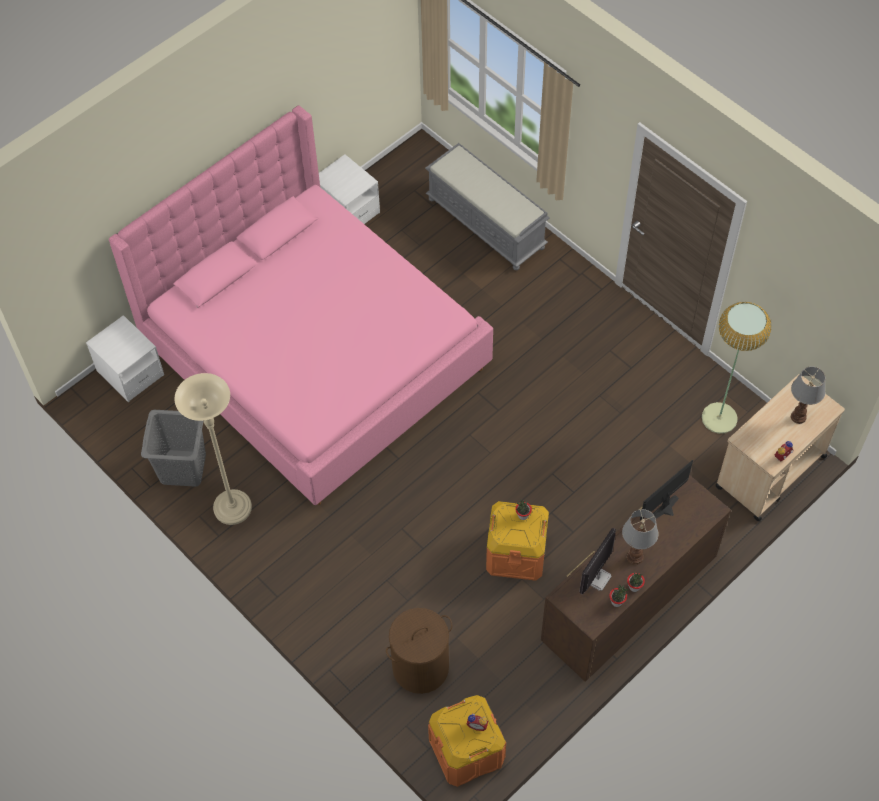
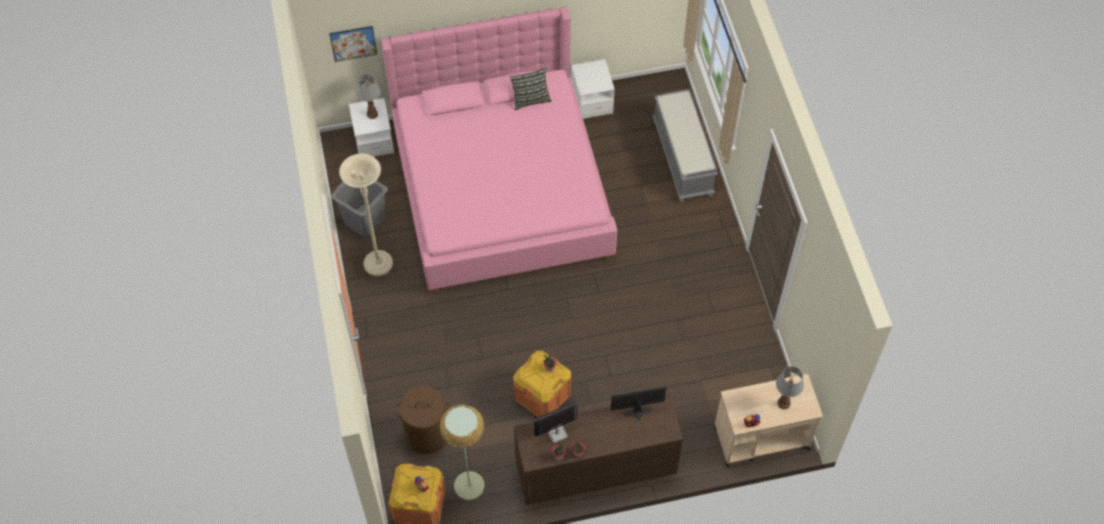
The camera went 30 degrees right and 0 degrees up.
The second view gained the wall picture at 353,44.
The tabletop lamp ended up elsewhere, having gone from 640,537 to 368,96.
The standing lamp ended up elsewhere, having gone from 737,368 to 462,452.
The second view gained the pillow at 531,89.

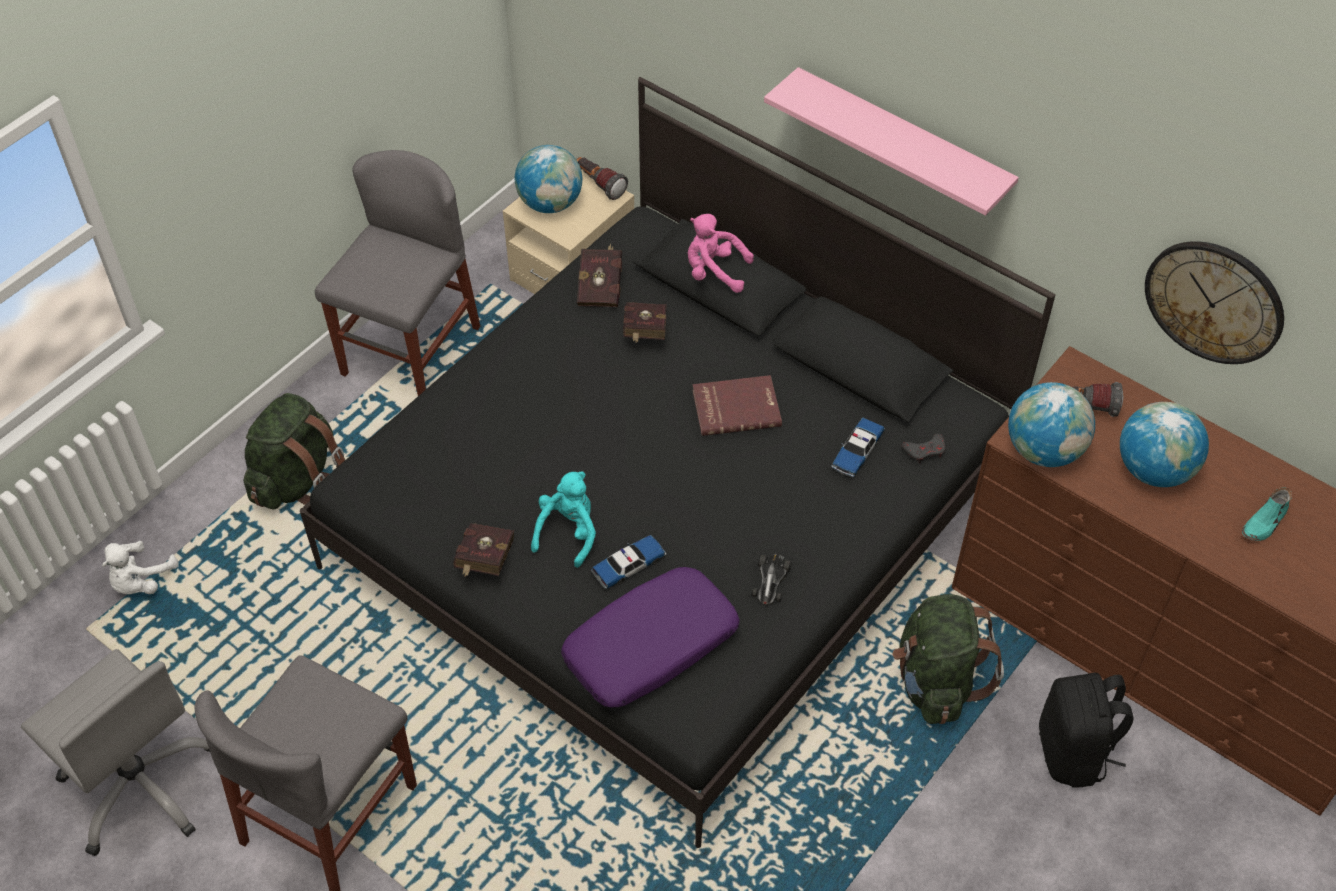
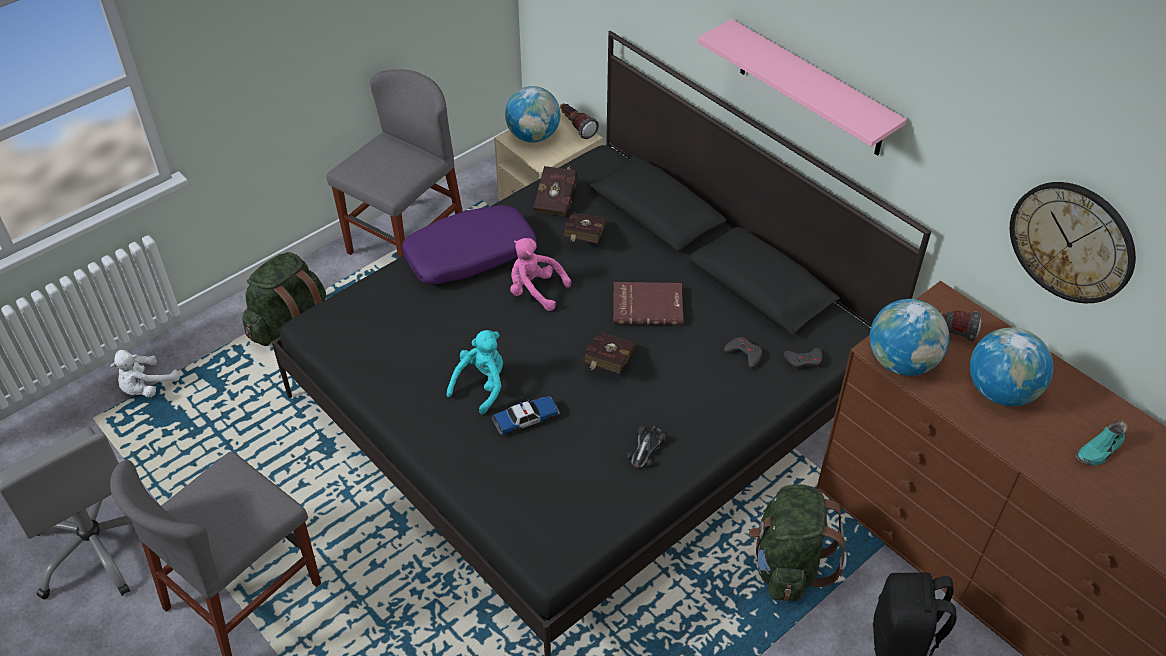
The camera went 10 degrees right and 5 degrees down.
The pillow/purple-coloured ended up elsewhere, having gone from 650,637 to 469,244.
The soft toy/pink ended up elsewhere, having gone from 721,253 to 540,274.
The volume/red ended up elsewhere, having gone from 483,550 to 609,353.
Where the toy car stood at 858,448, the game controller/greyish came to stand at 743,352.

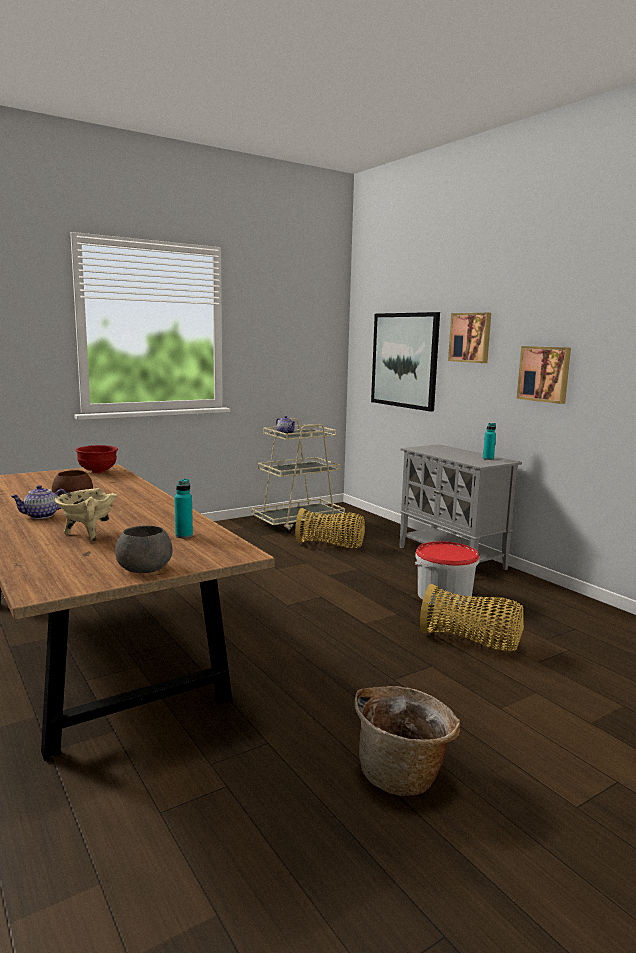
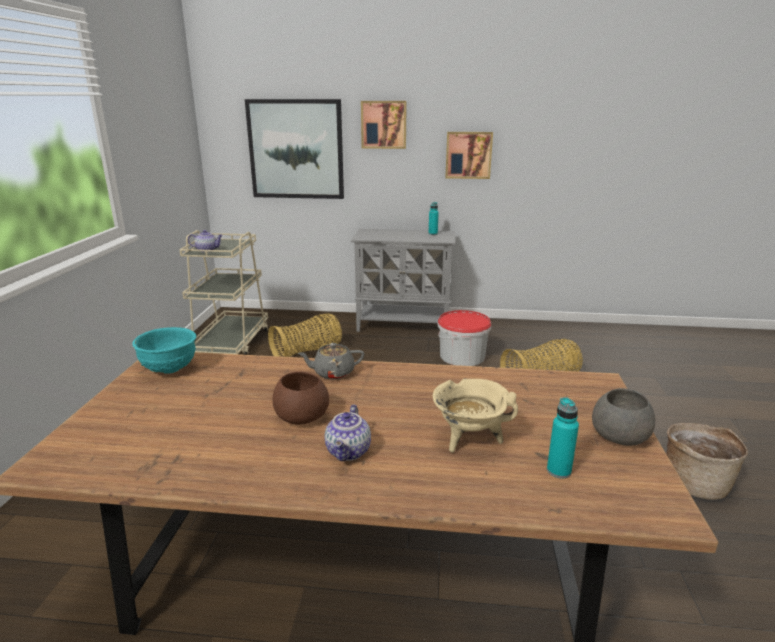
The camera went 50 degrees left and 10 degrees up.
What was the bowl/red at 97,459 turned into the bowl/blue-green at 164,350.
The second view gained the teapot/greyish at 330,361.
The bottle/blue-green ended up elsewhere, having gone from 183,508 to 563,437.

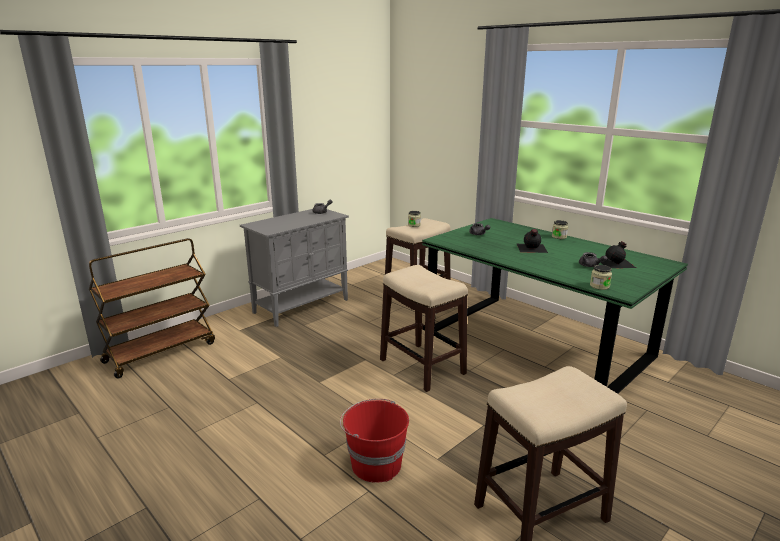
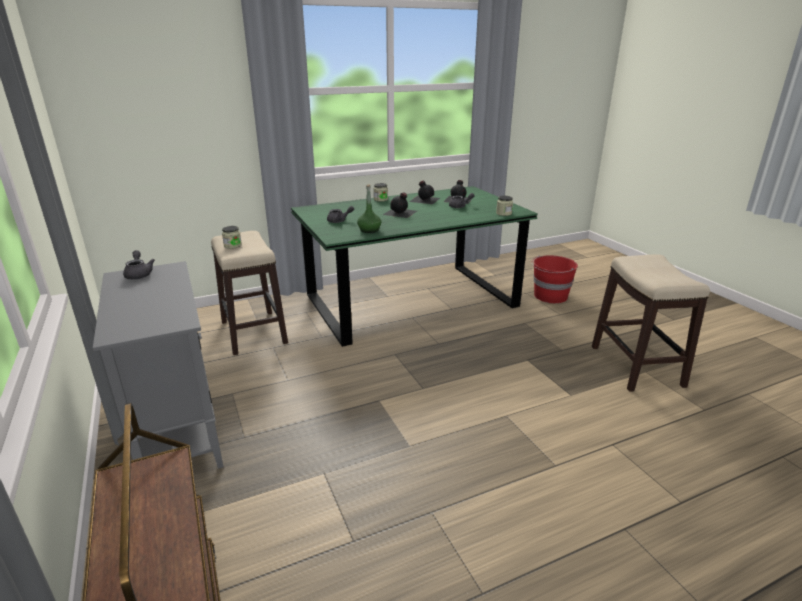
The camera went 70 degrees left and 5 degrees up.
The second view gained the bottle/greenish at 369,208.
The second view gained the bottle/blackish at 425,192.
The pail/red ended up elsewhere, having gone from 374,441 to 554,279.
The second view lost the stool seat at 424,328.

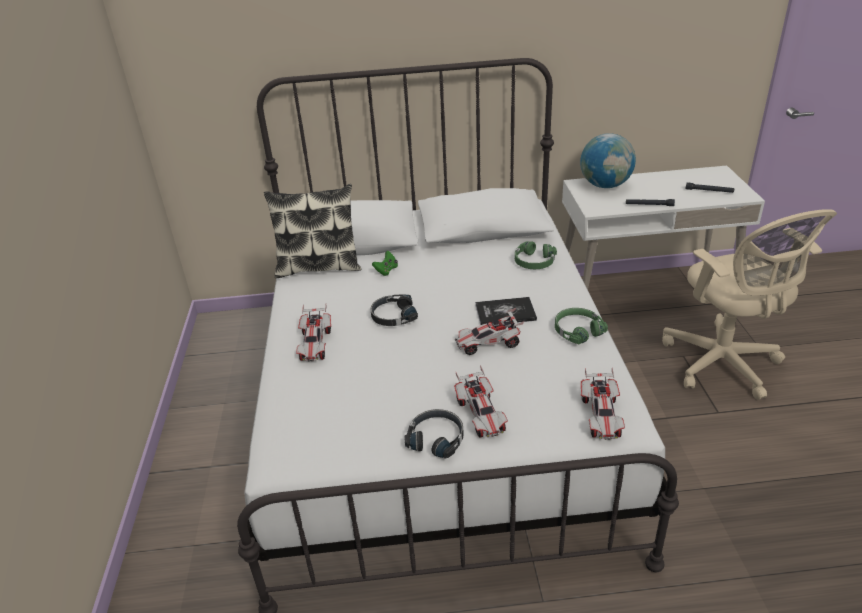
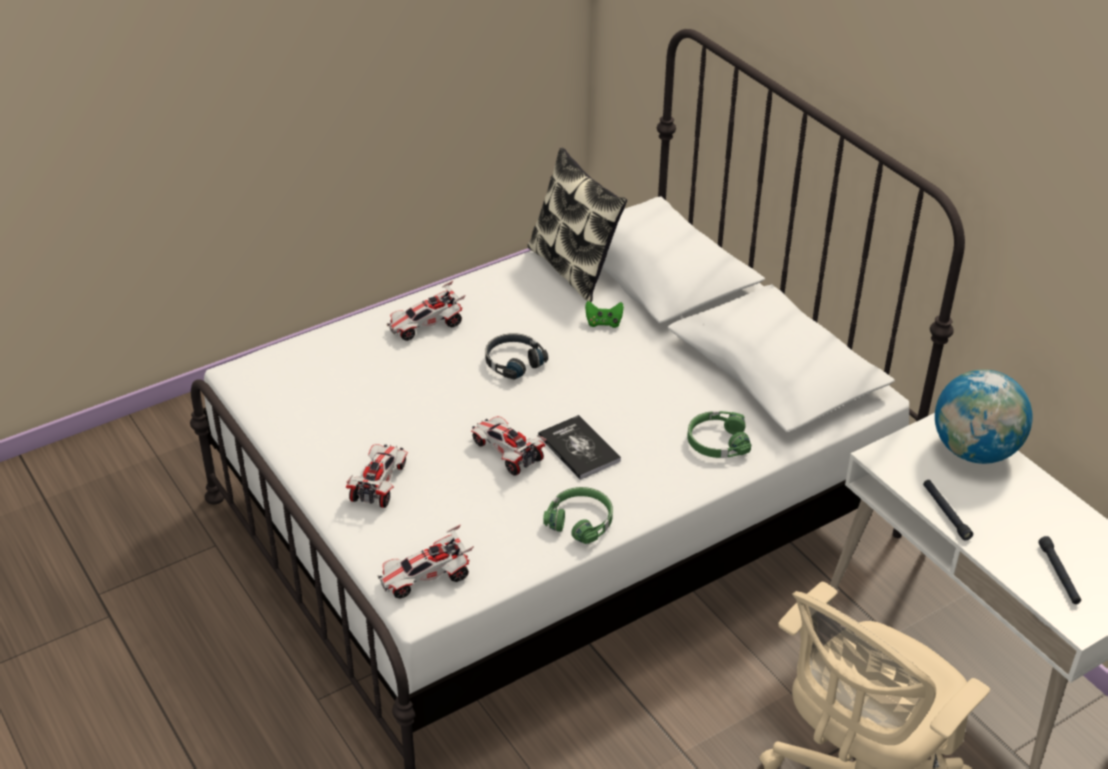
The camera went 60 degrees right and 5 degrees up.
The toy car at 481,402 ended up facing another way, 150 degrees clockwise from before.
The second view lost the headset/blackish at 434,434.

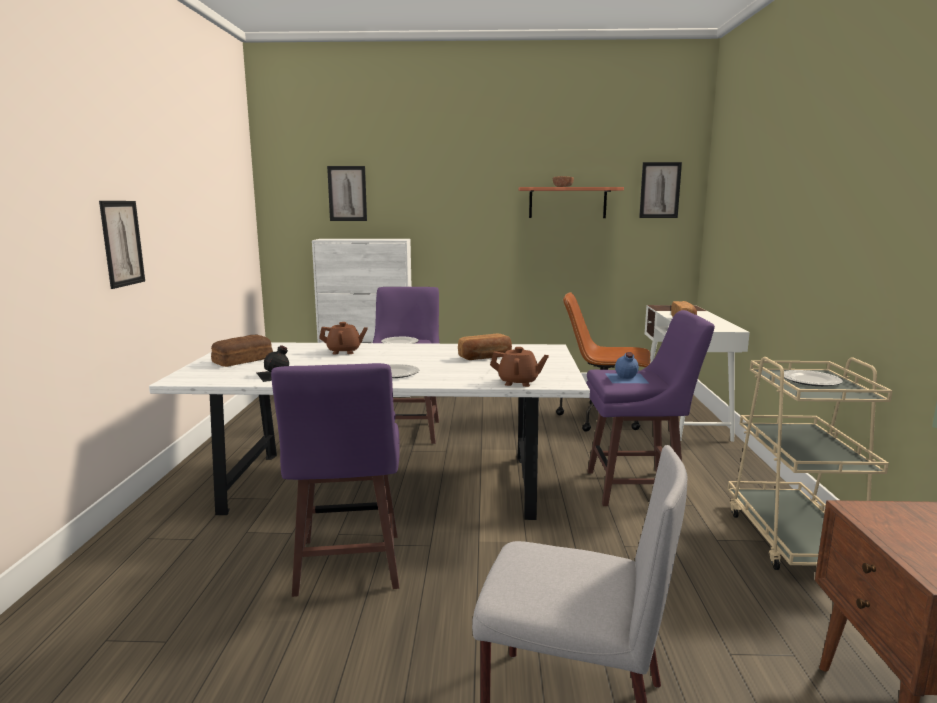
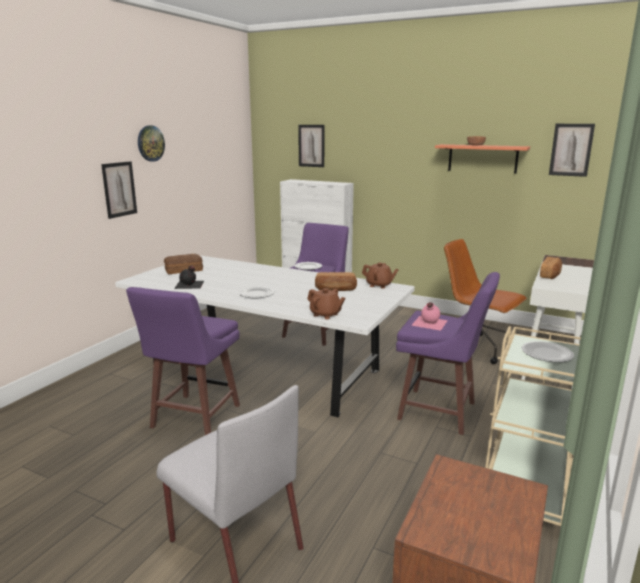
The camera went 25 degrees right and 5 degrees up.
The second view gained the clock on the wall at 151,143.
The teapot/brownish ended up elsewhere, having gone from 343,338 to 380,276.
What was the bottle/bluish at 627,367 turned into the bottle/pink at 429,316.

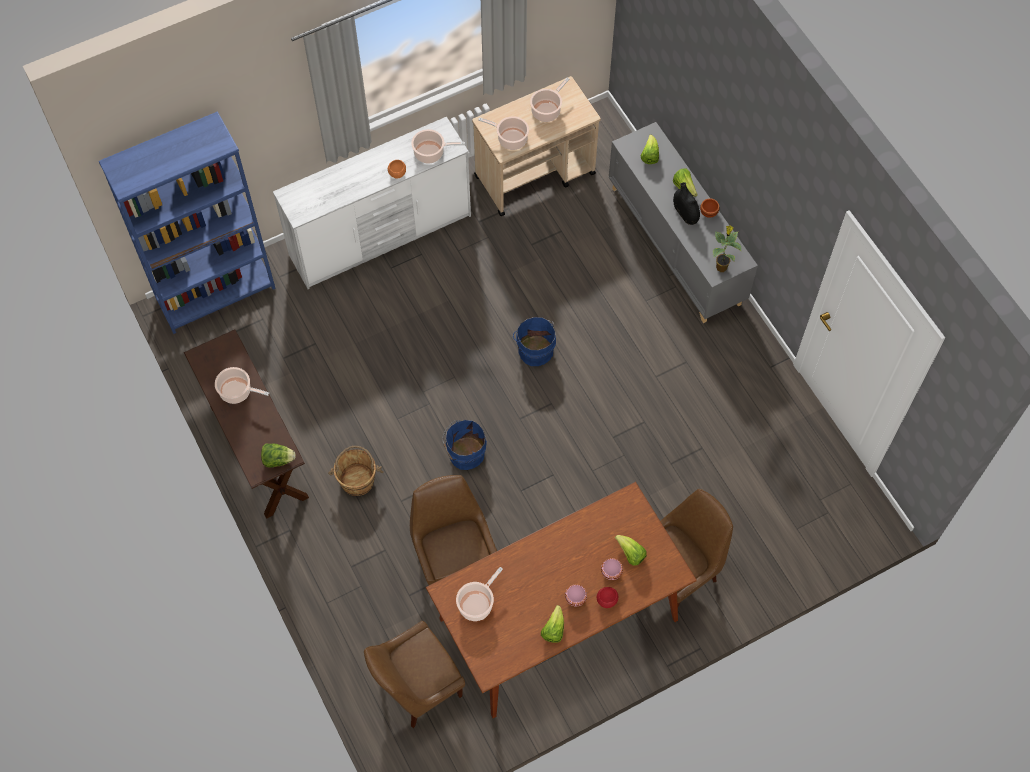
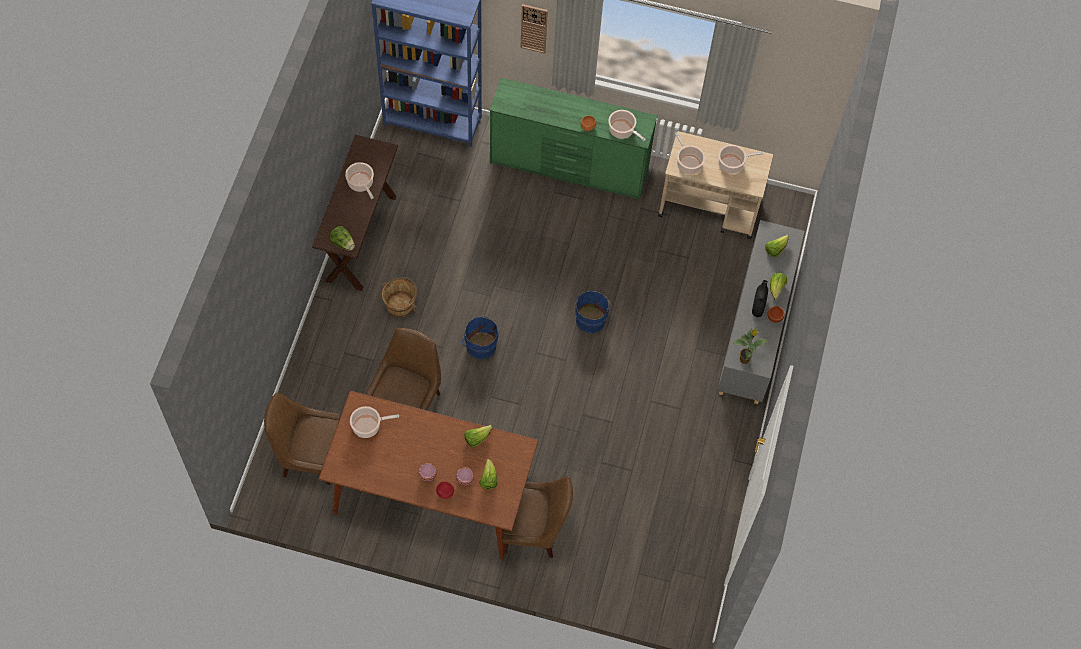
The camera went 40 degrees right and 0 degrees up.
The head of lettuce ended up elsewhere, having gone from 552,624 to 478,436.
What was the dresser/white at 372,203 turned into the dresser/greenish at 574,139.
The second view gained the clock on the wall at 534,29.

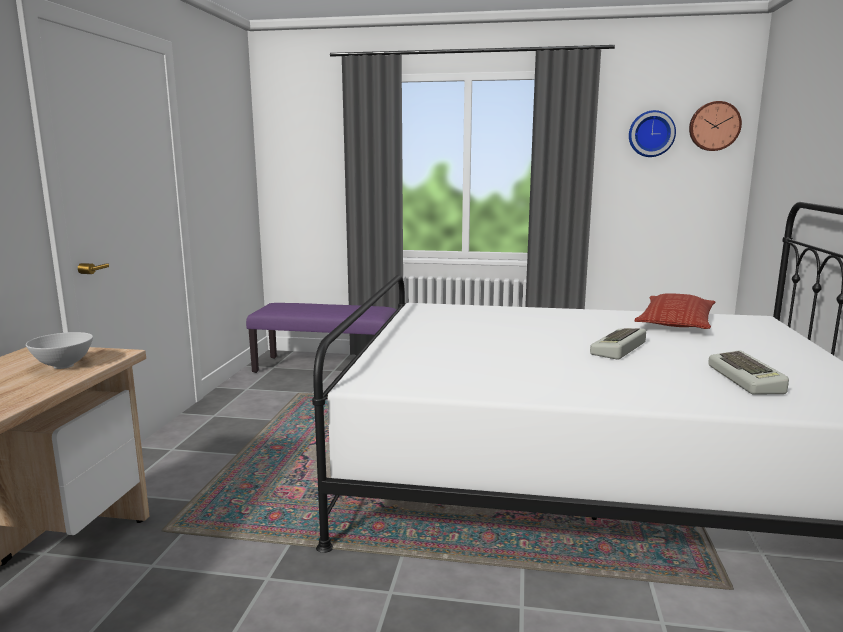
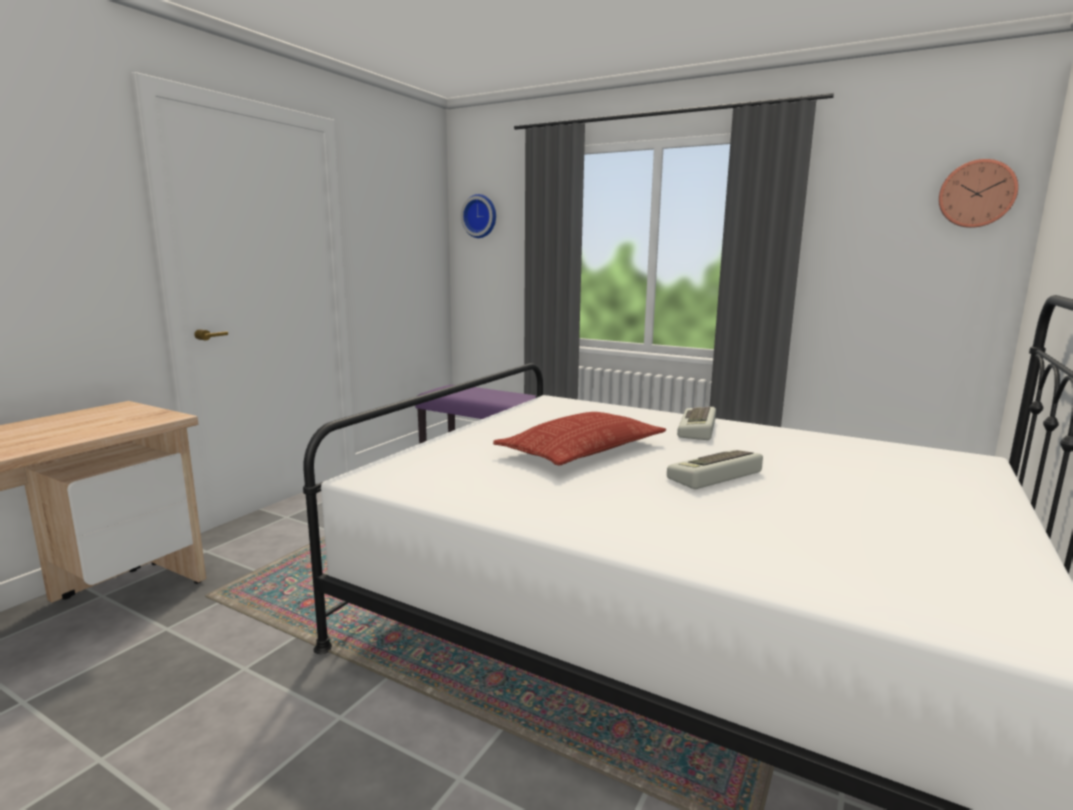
The camera went 20 degrees right and 0 degrees up.
The clock on the wall ended up elsewhere, having gone from 652,133 to 478,216.
The pillow ended up elsewhere, having gone from 675,311 to 579,438.
The computer keyboard ended up elsewhere, having gone from 748,372 to 696,423.
The second view lost the bowl/white at 59,350.

